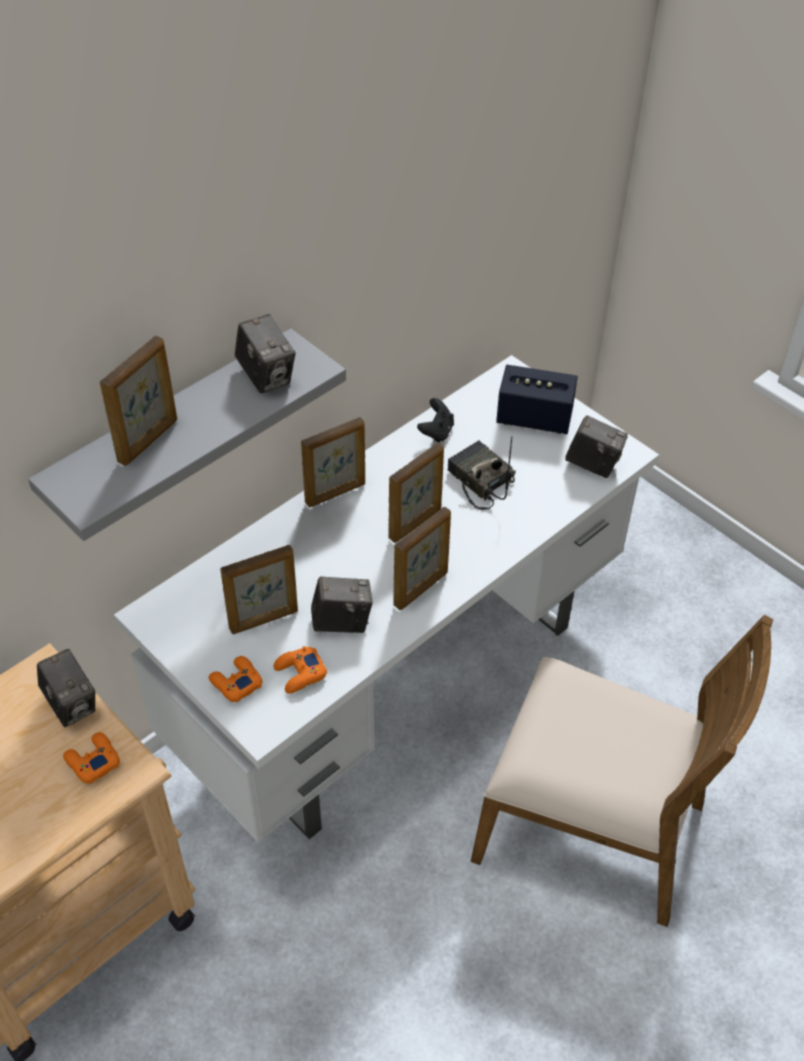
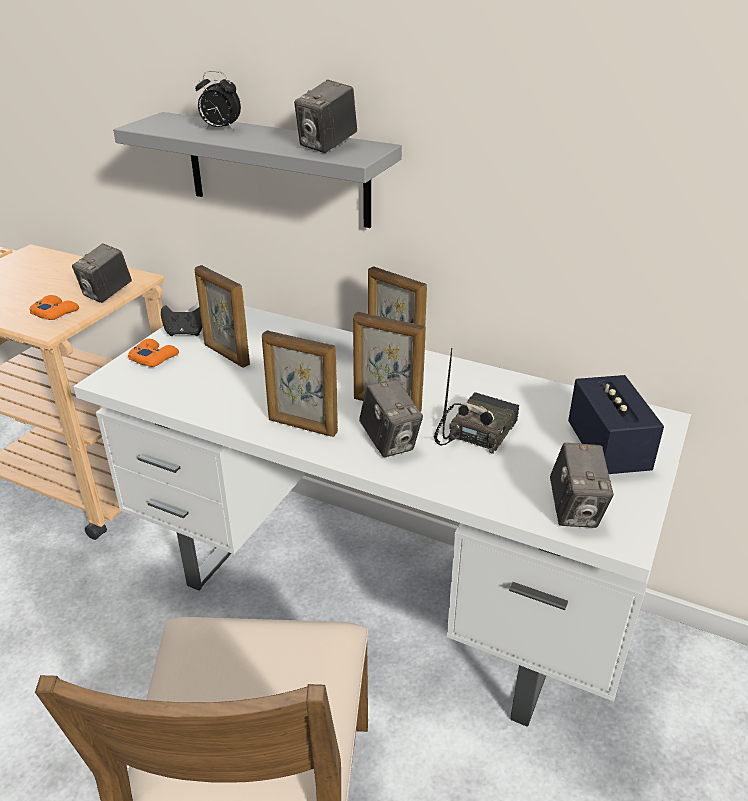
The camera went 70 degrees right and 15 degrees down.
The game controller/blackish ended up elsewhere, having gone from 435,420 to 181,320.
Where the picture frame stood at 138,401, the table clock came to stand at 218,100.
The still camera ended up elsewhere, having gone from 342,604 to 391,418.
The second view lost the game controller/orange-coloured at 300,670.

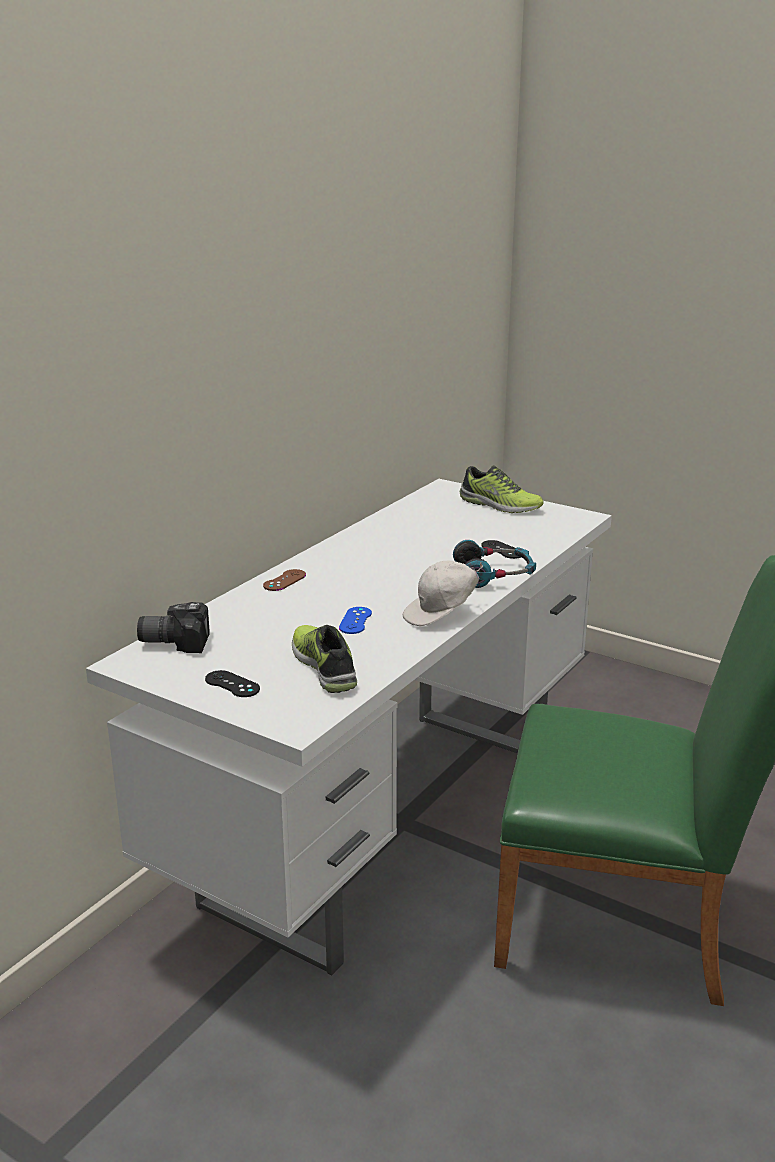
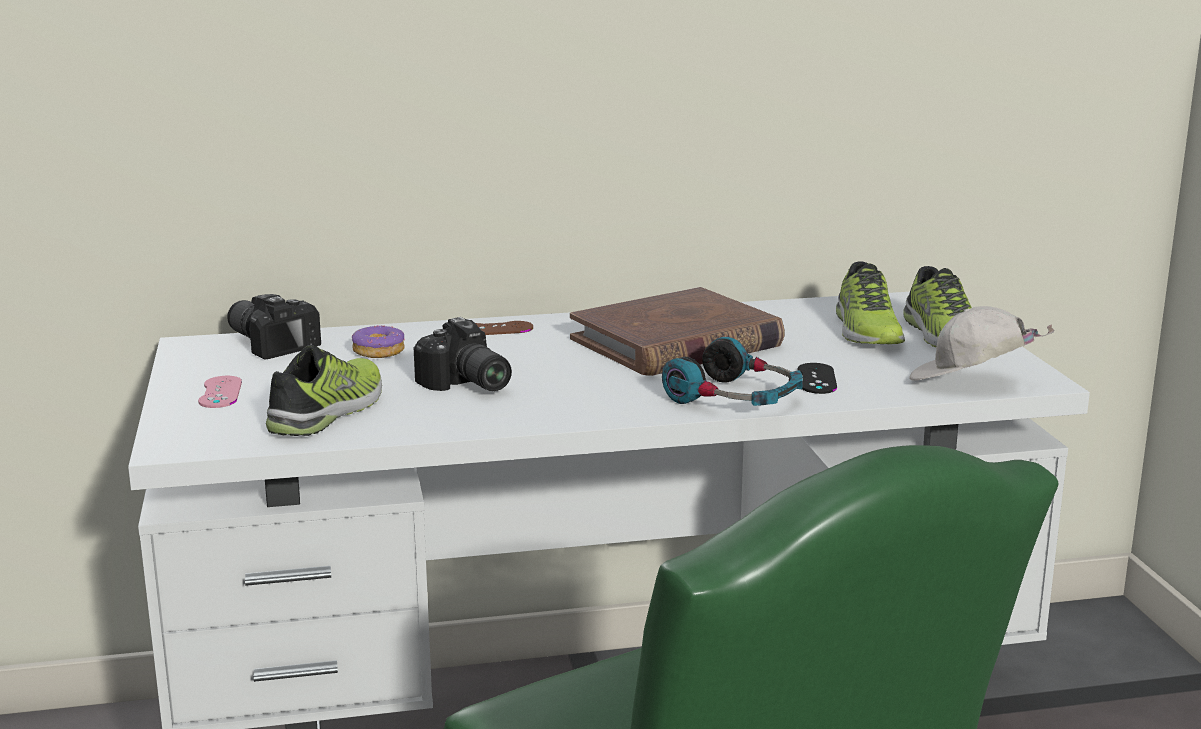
The camera went 45 degrees right and 5 degrees down.
What was the game controller/blackish at 232,683 turned into the game controller/pink at 220,392.
The second view gained the doughnut at 378,341.
Where the game controller/bluish stood at 355,620, the still camera came to stand at 462,354.
The second view gained the volume/brownish at 677,331.
The second view gained the shoe at 870,303.
The cap/white ended up elsewhere, having gone from 442,593 to 981,343.

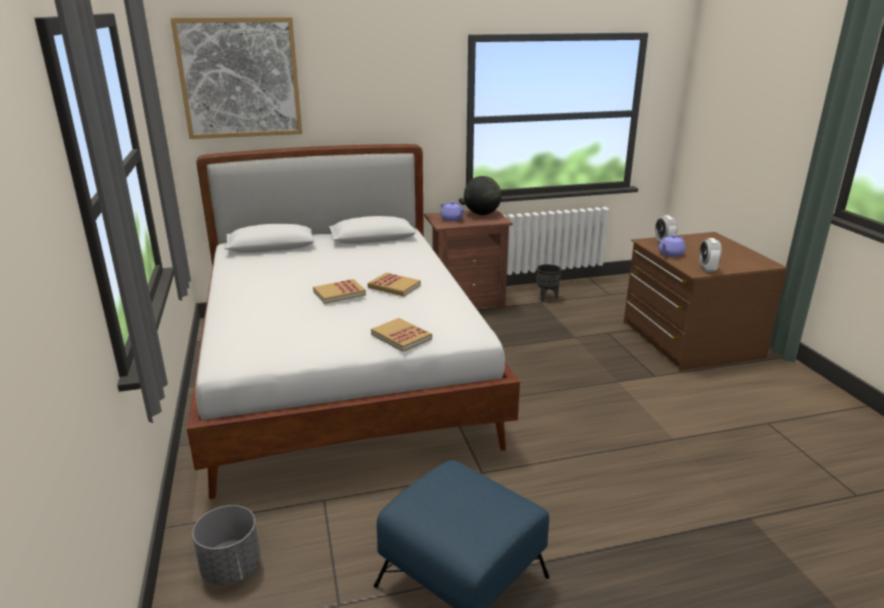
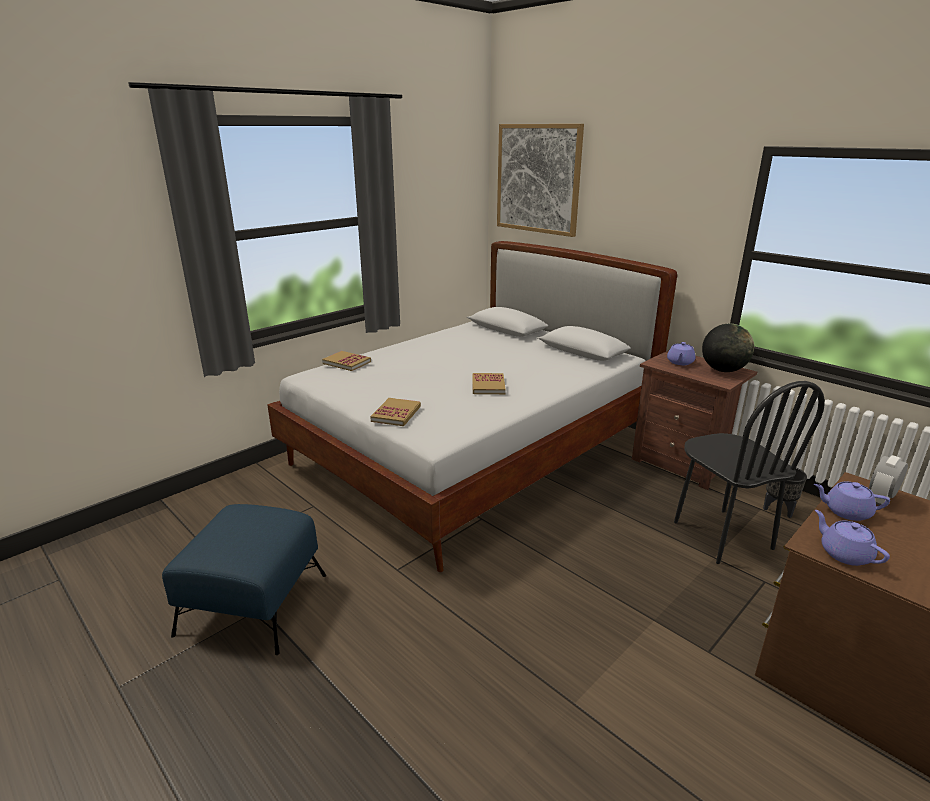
The camera went 60 degrees right and 0 degrees up.
The volume ended up elsewhere, having gone from 339,291 to 346,361.
The second view gained the plain chair/blackish at 749,472.
Where the table clock stood at 710,255, the teapot/purple-coloured came to stand at 852,538.
The second view lost the flower pot/greyish at 226,545.

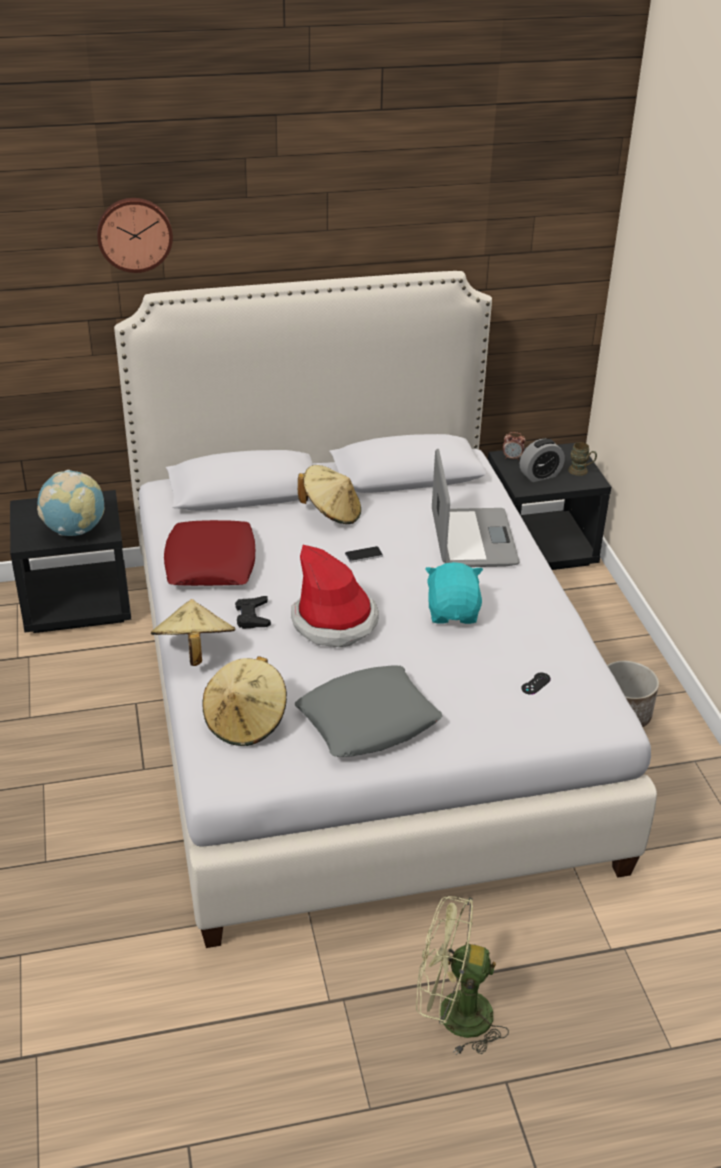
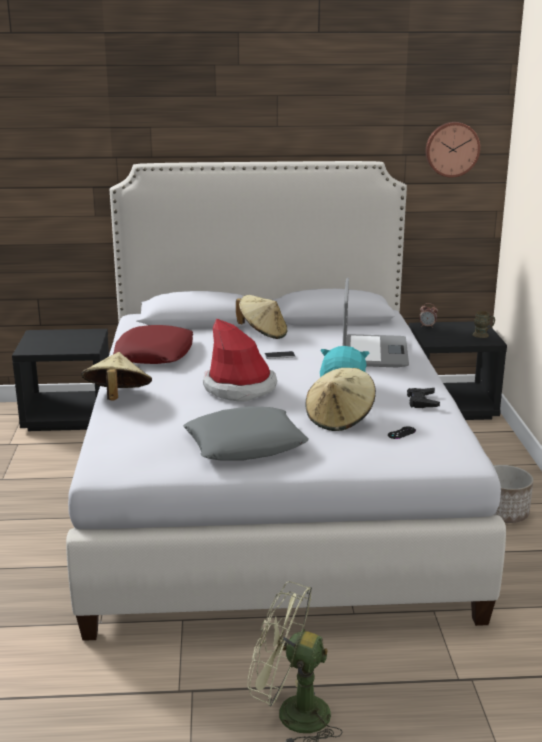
The camera went 10 degrees right and 15 degrees down.
The hat/sand-coloured ended up elsewhere, having gone from 244,701 to 341,399.
The game controller/blackish ended up elsewhere, having gone from 253,612 to 423,398.
The clock on the wall ended up elsewhere, having gone from 135,235 to 453,150.
The second view lost the globe at 70,503.
The second view lost the table clock at 542,460.

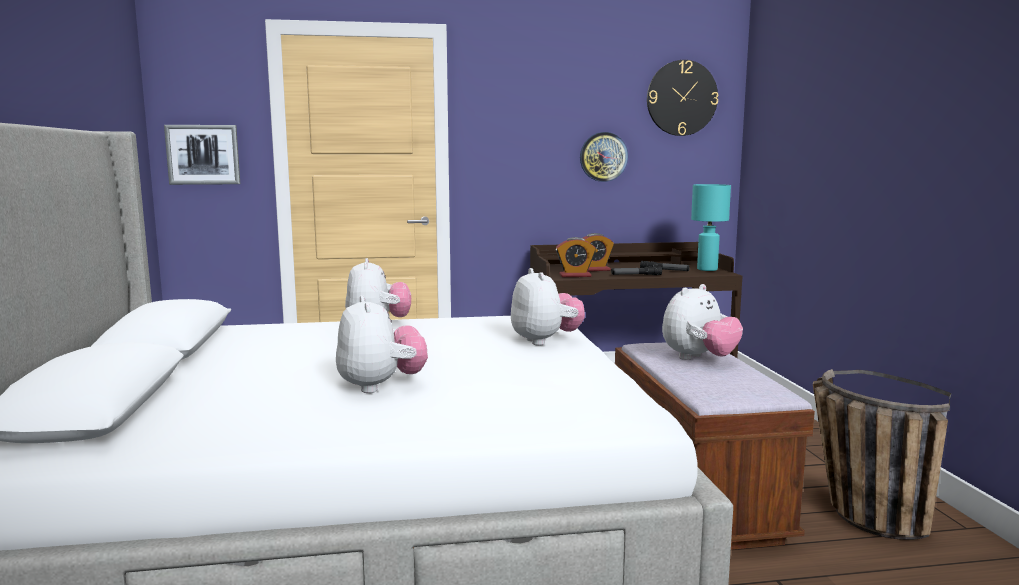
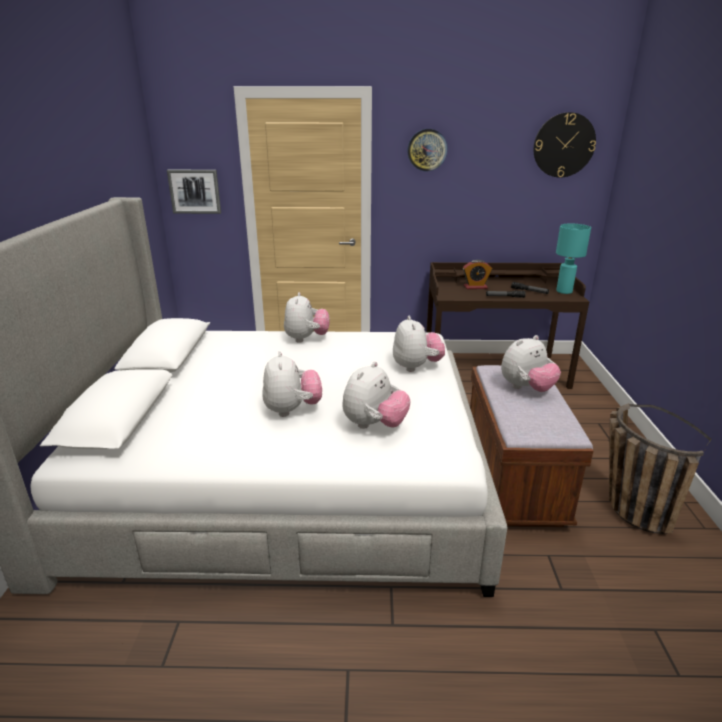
The camera went 10 degrees right and 15 degrees up.
The second view gained the soft toy at 376,395.
The clock on the wall ended up elsewhere, having gone from 604,157 to 427,150.
The second view lost the table clock at 576,257.

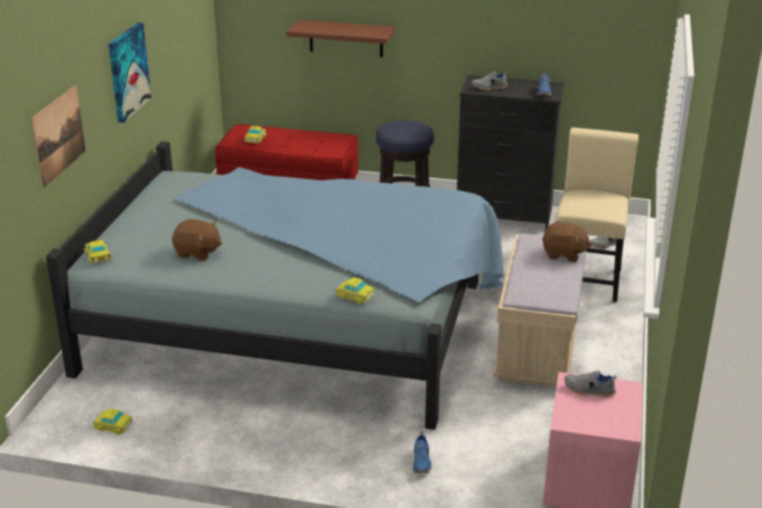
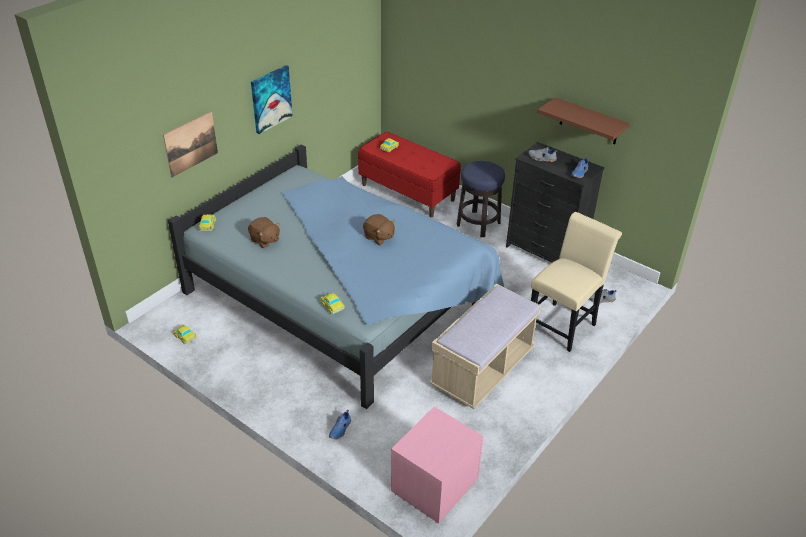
The camera went 25 degrees right and 10 degrees up.
The soft toy/brownish ended up elsewhere, having gone from 567,242 to 379,229.
The bracket shelf/brownish ended up elsewhere, having gone from 340,38 to 583,120.
The second view lost the shoe/greyish at 590,384.

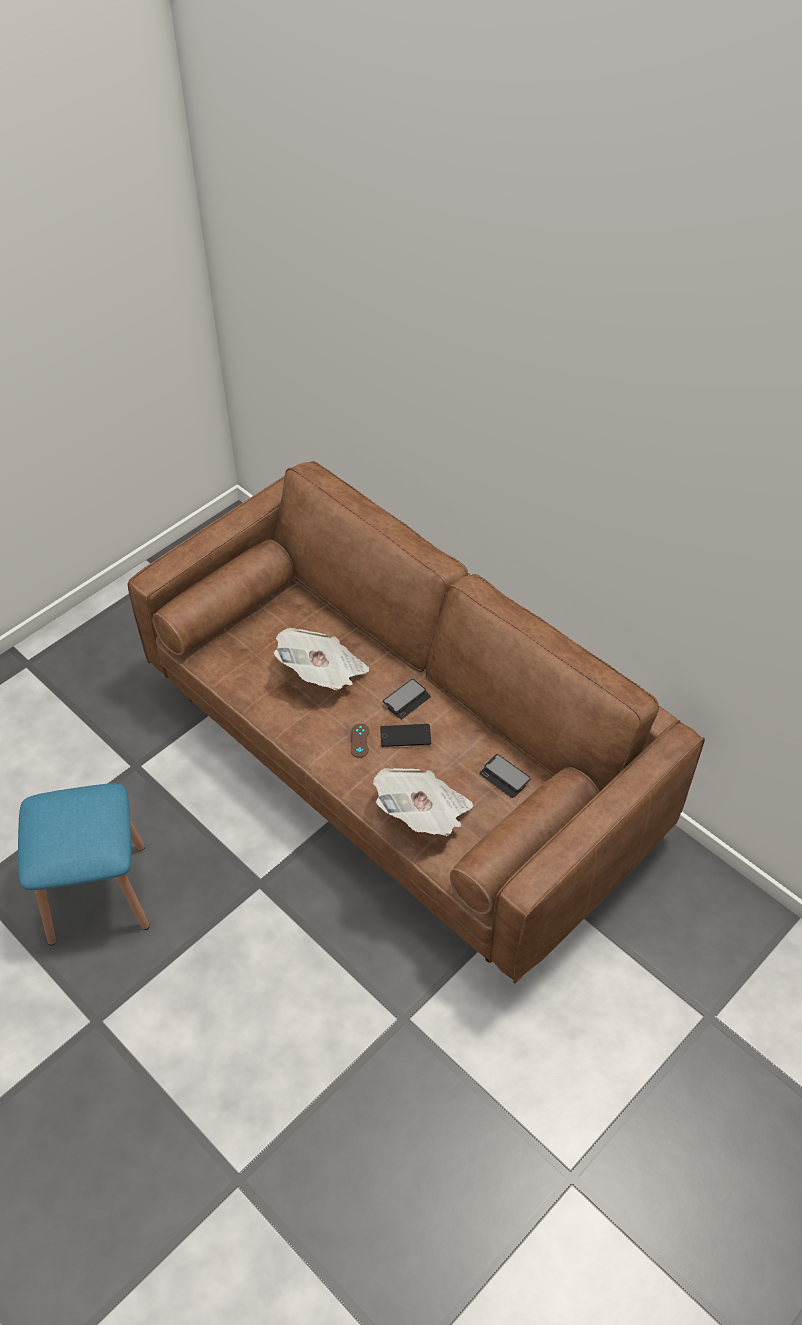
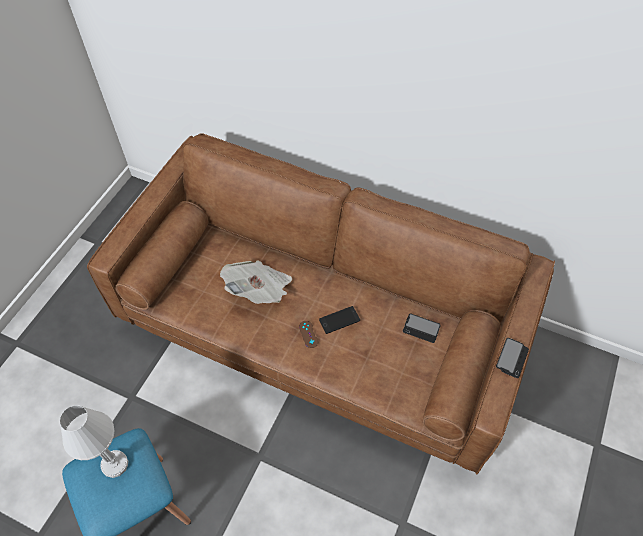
The camera went 20 degrees left and 5 degrees up.
The second view gained the tabletop lamp/white at 94,441.
The phone ended up elsewhere, having gone from 407,699 to 512,358.
The second view lost the daily paper at 423,802.

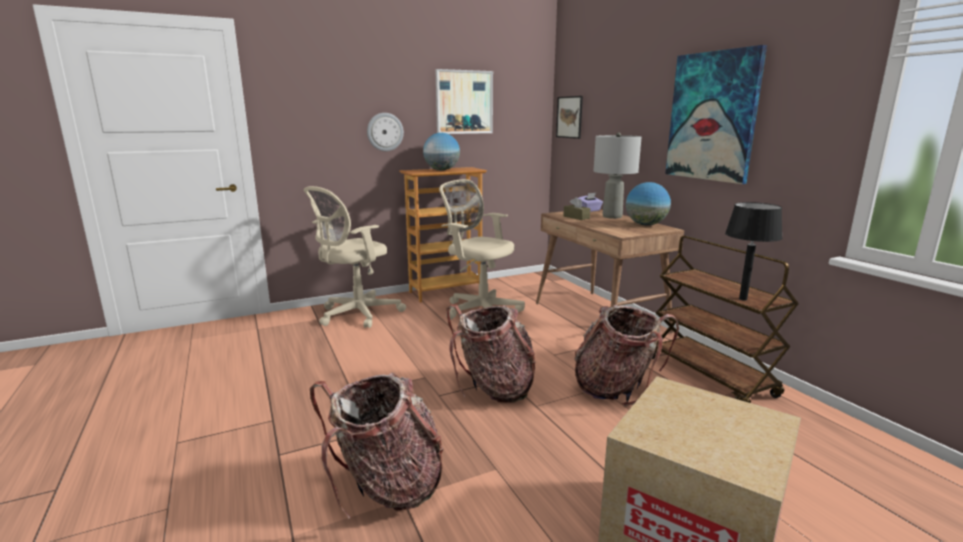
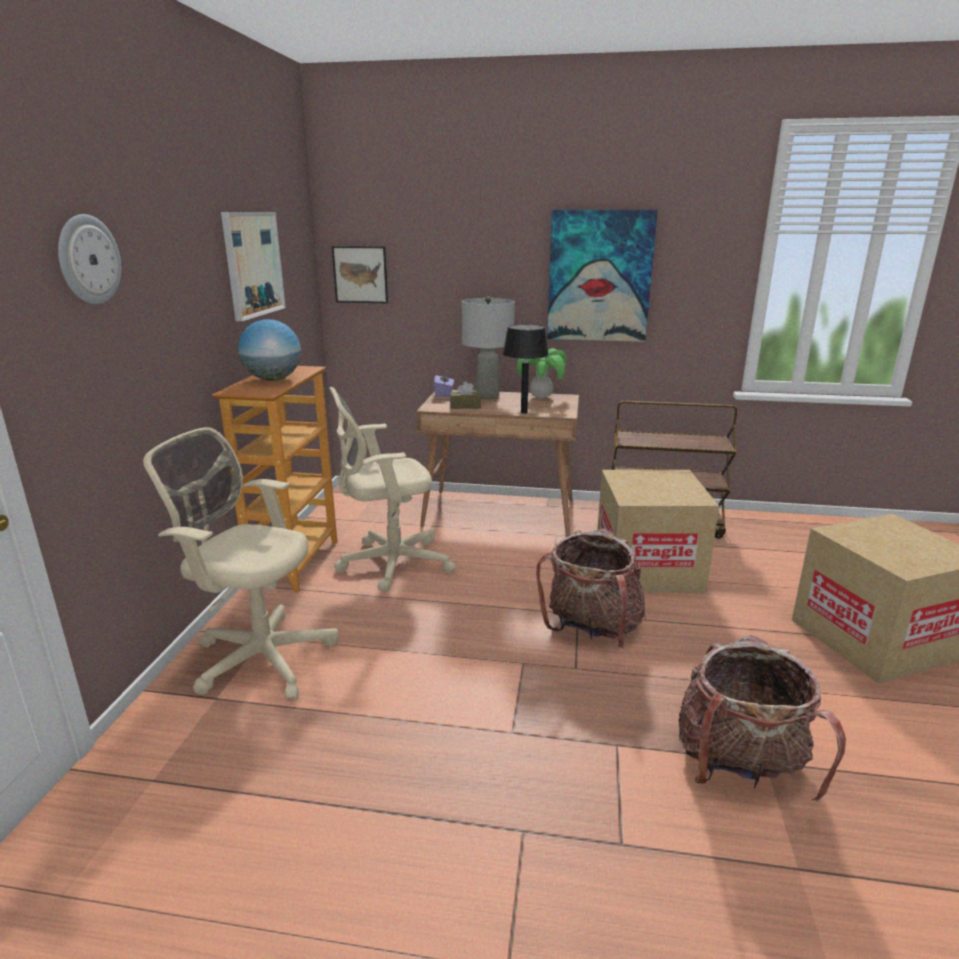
The camera went 55 degrees left and 5 degrees up.
The clock on the wall ended up elsewhere, having gone from 385,132 to 89,259.
The office chair/sand-coloured at 355,257 ended up facing another way, 120 degrees clockwise from before.
The tabletop lamp/blackish ended up elsewhere, having gone from 754,251 to 526,368.
Where the globe stood at 648,204, the houseplant came to stand at 542,373.
Where the backpack stood at 626,355, the carton came to stand at 658,531.

